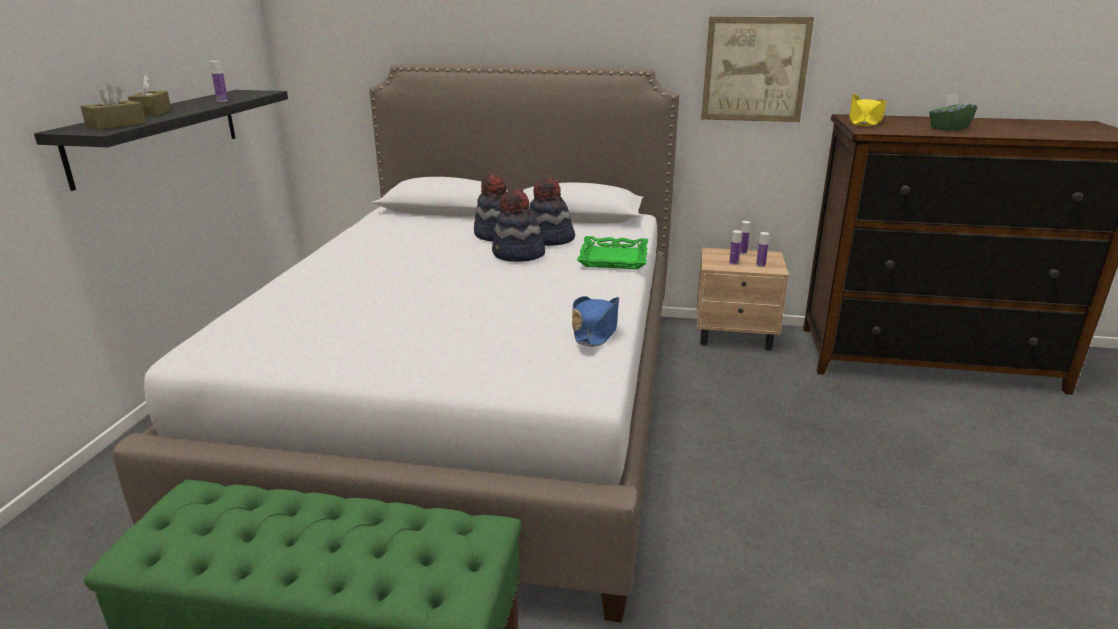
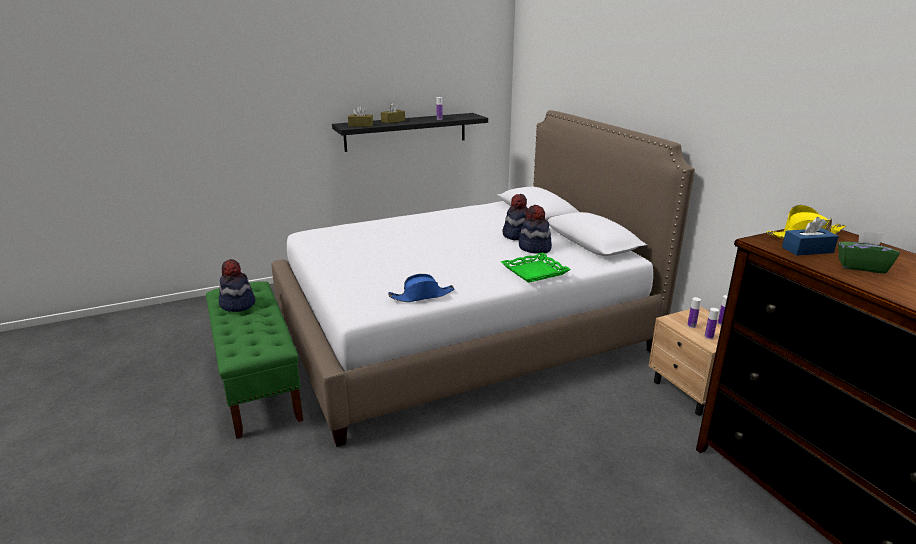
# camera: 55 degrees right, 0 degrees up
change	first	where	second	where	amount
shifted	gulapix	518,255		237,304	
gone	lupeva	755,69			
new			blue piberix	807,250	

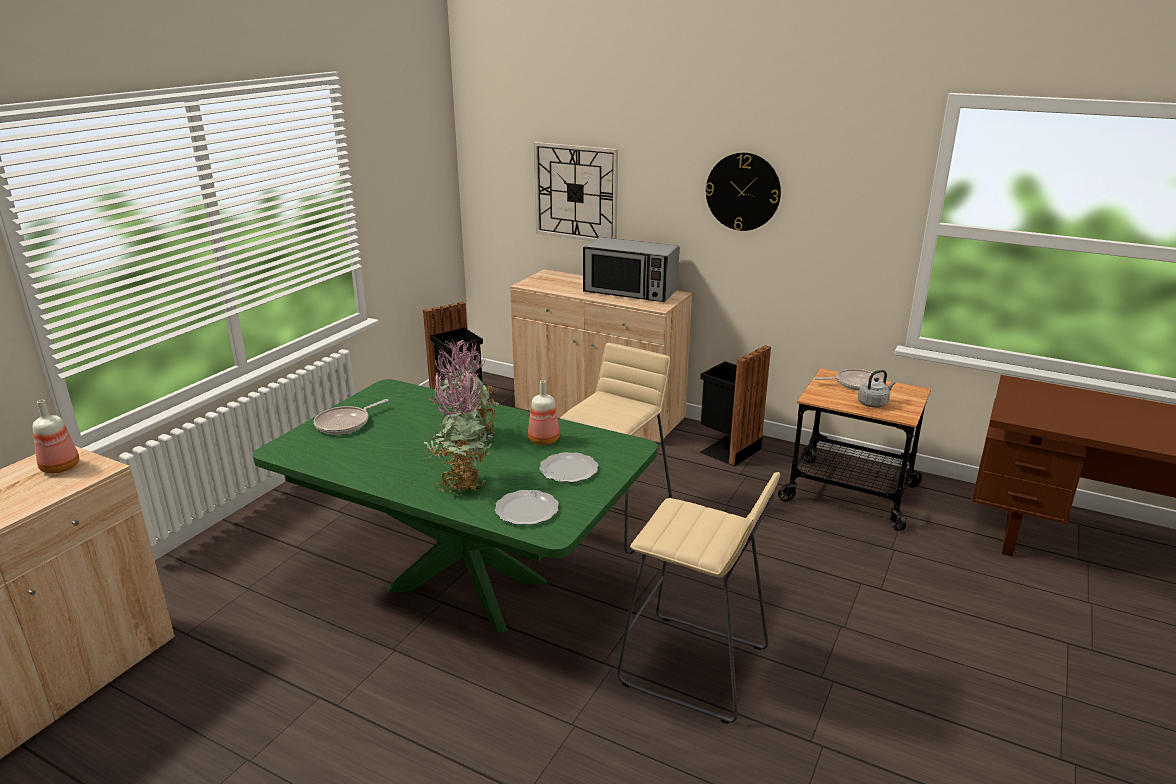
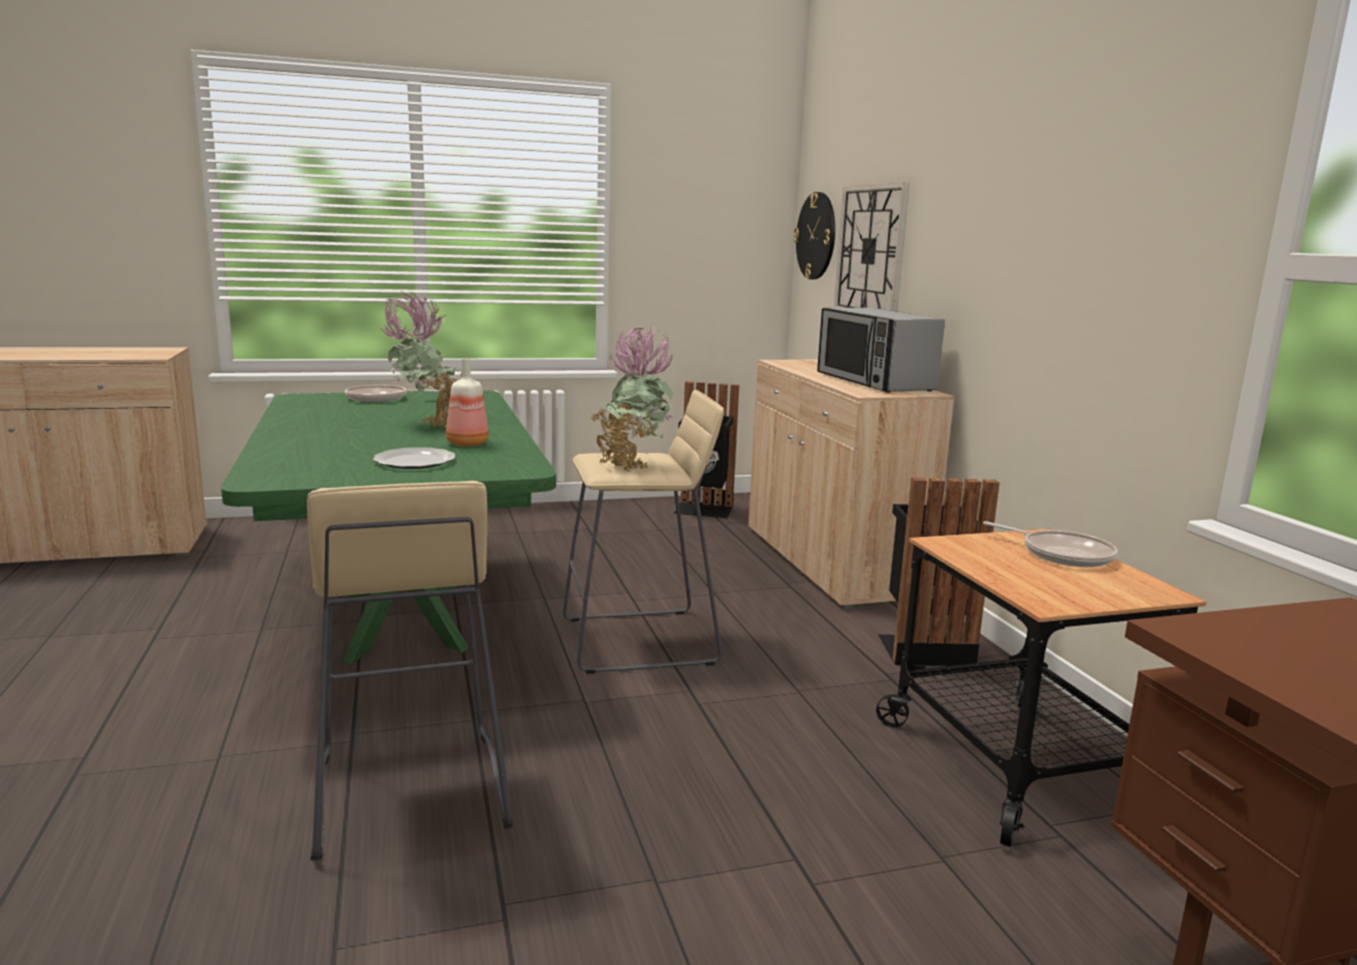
# camera: 45 degrees right, 10 degrees down
change	first	where	second	where	amount
gone	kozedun	59,468			
shifted	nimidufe	462,483		631,465	
gone	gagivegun	527,510			
shifted	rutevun	743,191		816,236	
gone	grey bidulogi	874,403			

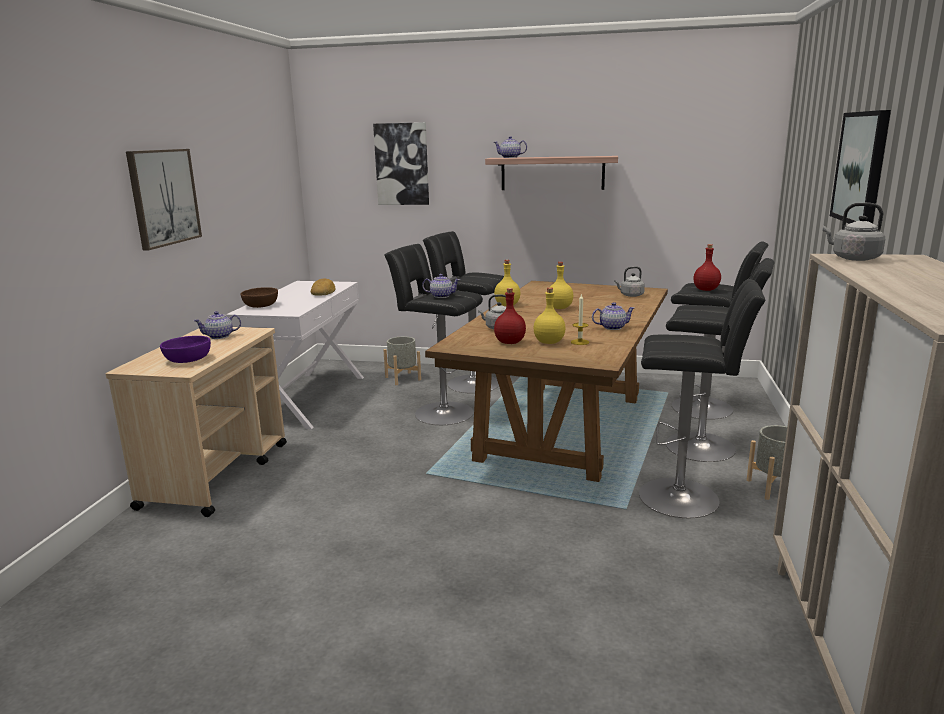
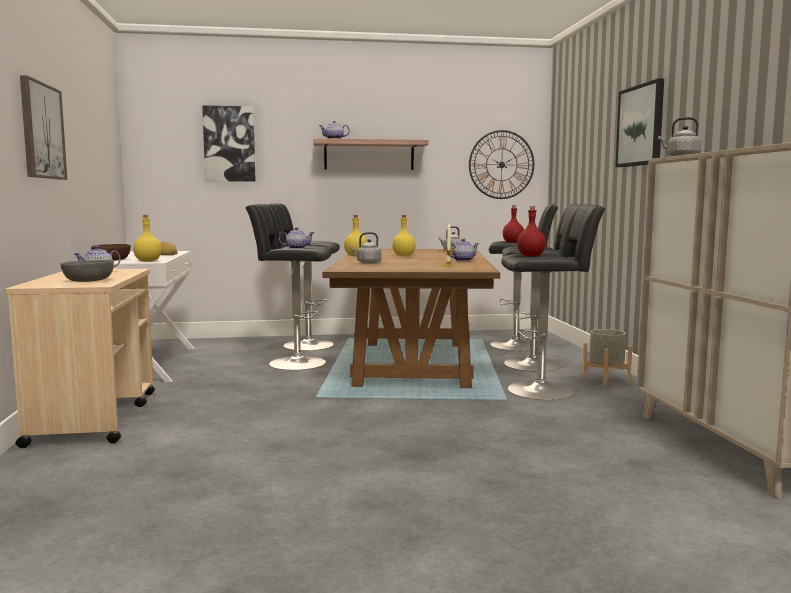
# camera: 20 degrees left, 10 degrees down
change	first	where	second	where	amount
repainted	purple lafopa	187,359	grey lafopa	88,281	
gone	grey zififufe	403,378			
shifted	red kozedun	509,342		530,256	
shifted	yellow kozedun	549,342		148,261	
new			rutevun	501,164	

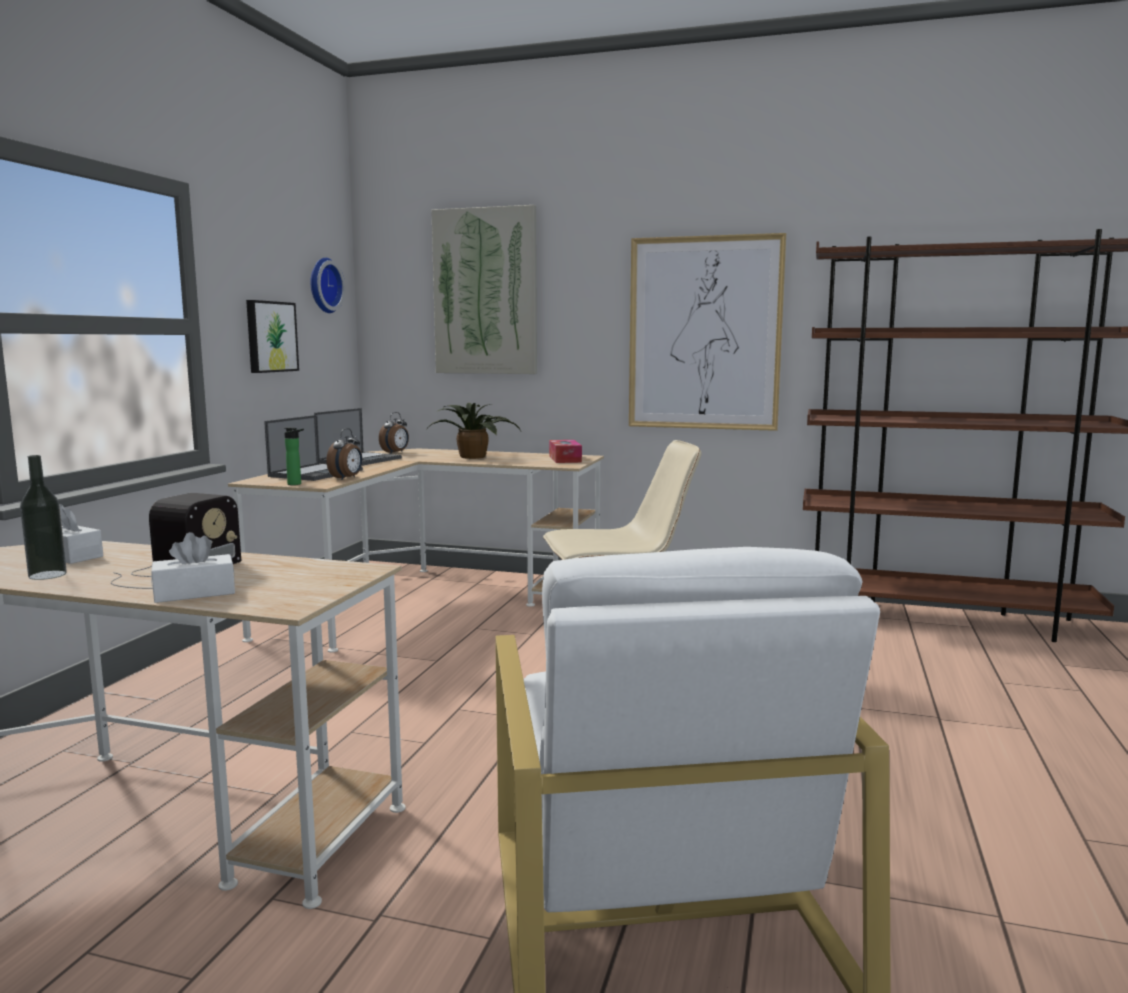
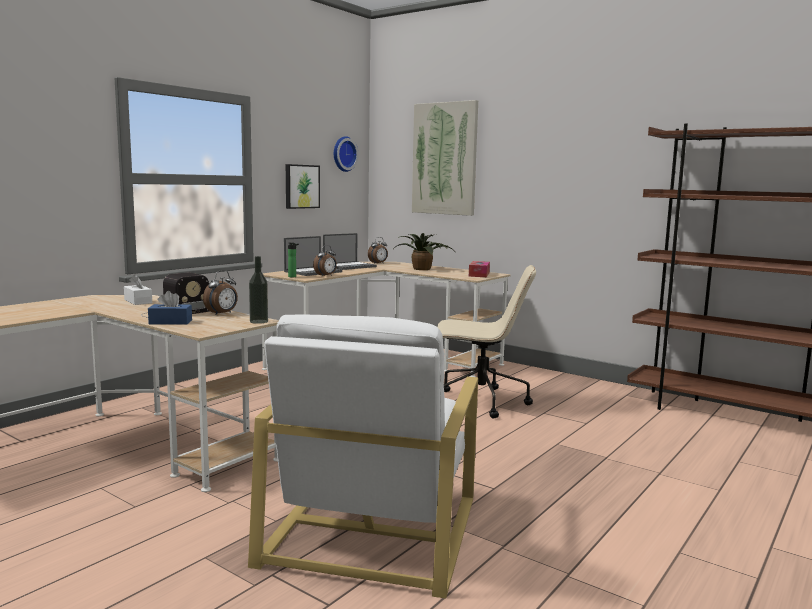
# camera: 20 degrees right, 0 degrees up
change	first	where	second	where	amount
shifted	kozedun	47,575		259,321	
repainted	white piberix	194,593	blue piberix	170,322	
gone	lupeva	704,334			
new			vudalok	222,313	

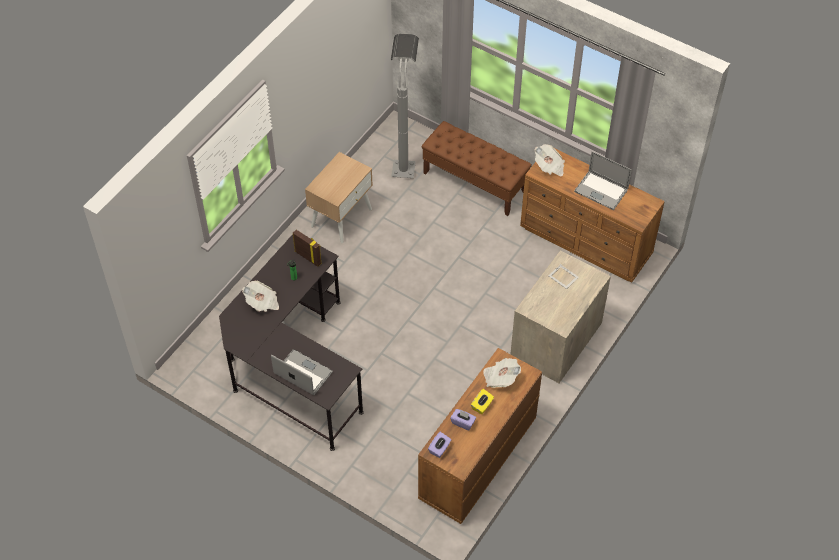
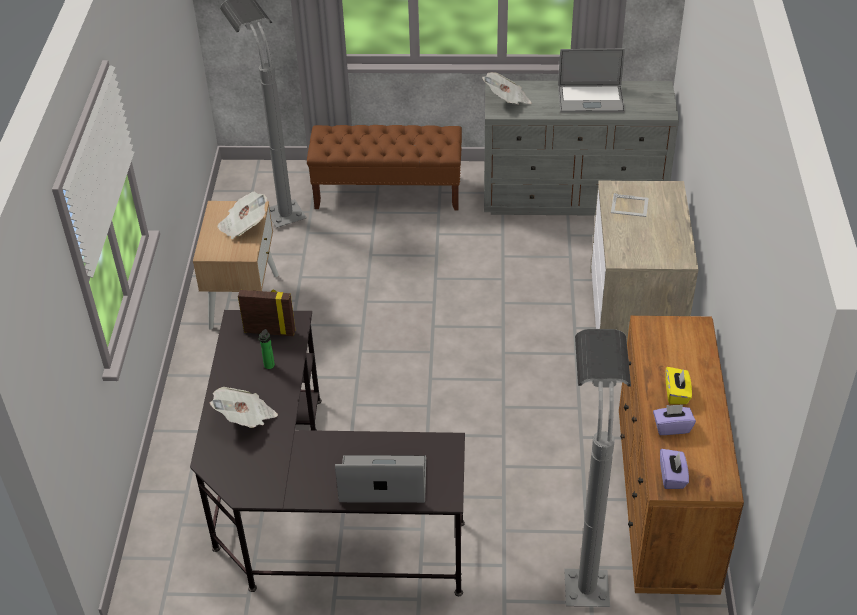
# camera: 30 degrees left, 10 degrees down
change	first	where	second	where	amount
shifted	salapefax	500,378		243,225	
repainted	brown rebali	586,241	grey rebali	574,196	
new			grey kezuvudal	583,564	

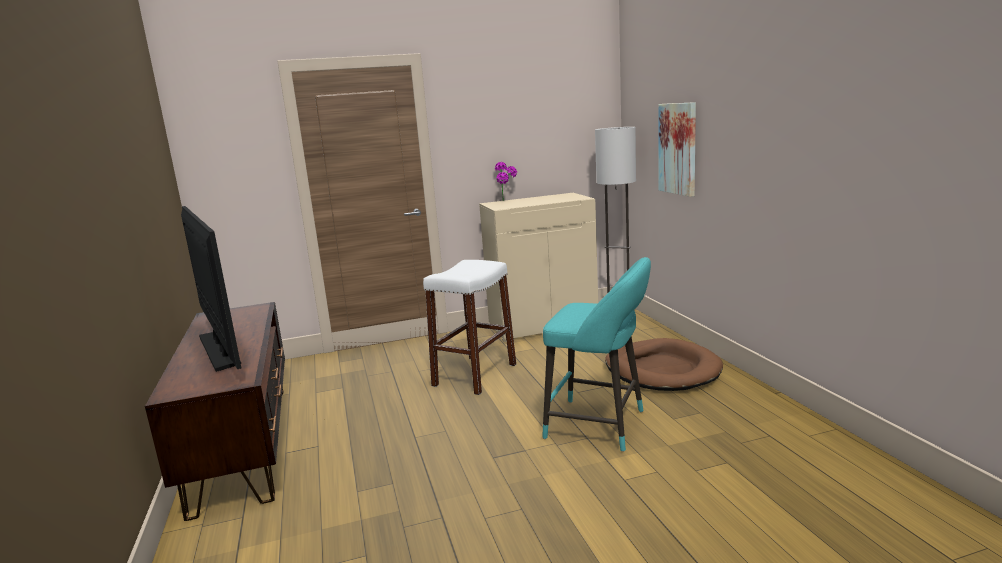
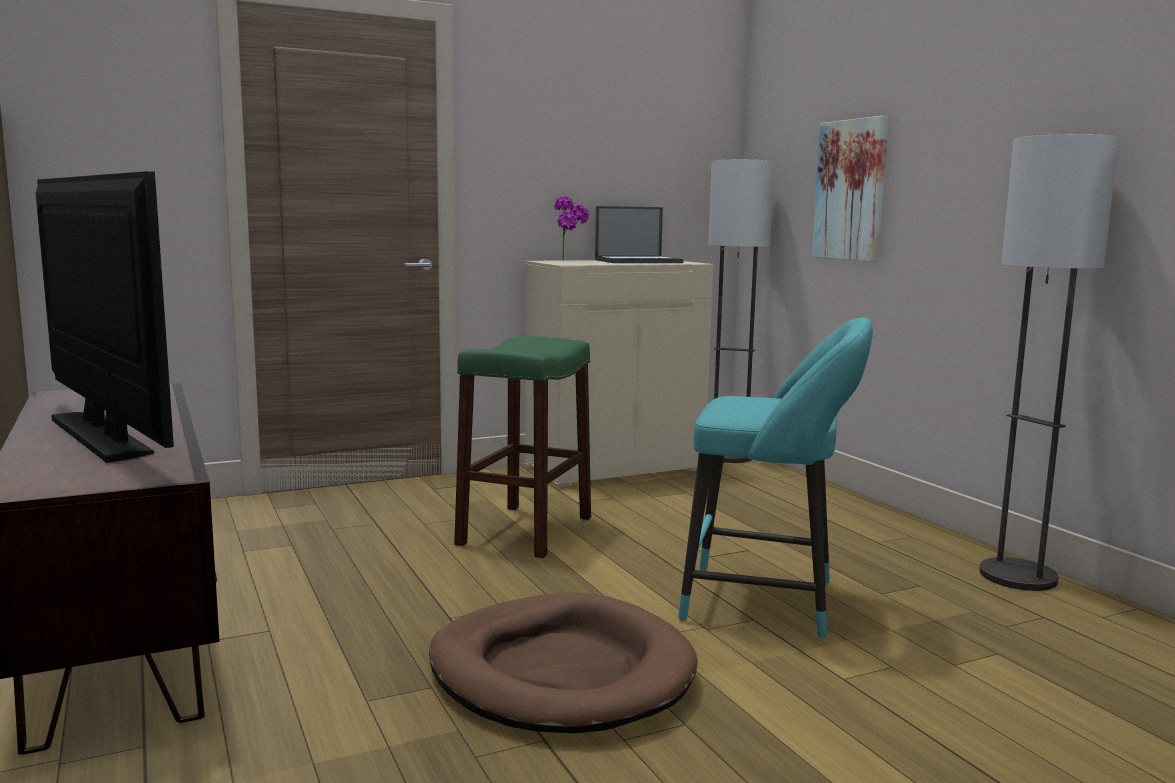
# camera: 10 degrees left, 5 degrees down
change	first	where	second	where	amount
repainted	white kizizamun	475,375	green kizizamun	526,530	
shifted	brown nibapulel	662,370		561,672	
new			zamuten	639,261	
new			kezuvudal	1018,577	

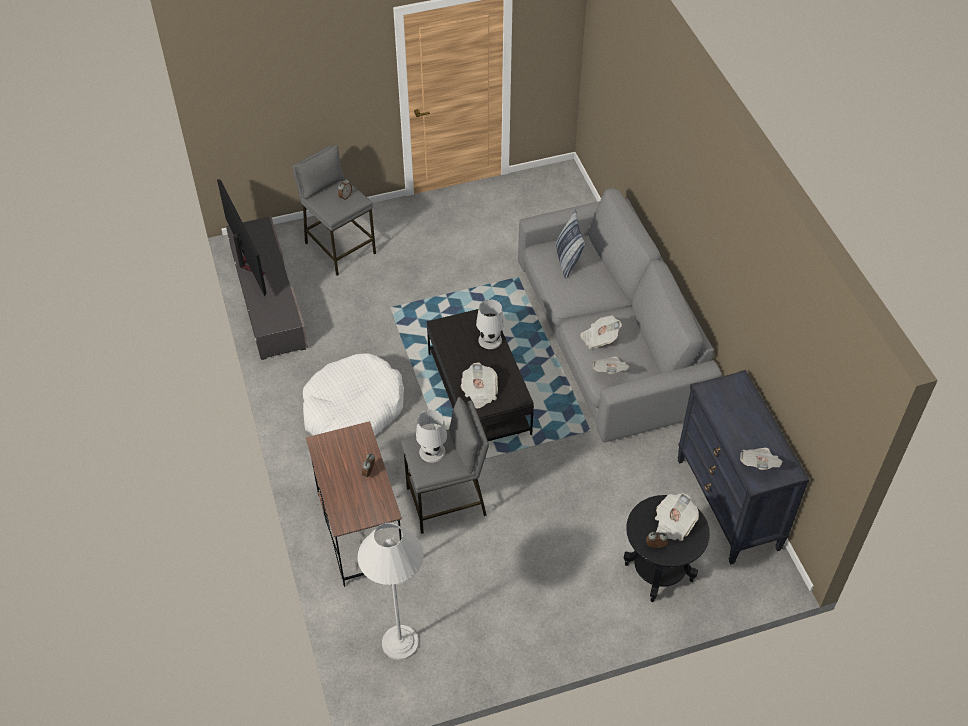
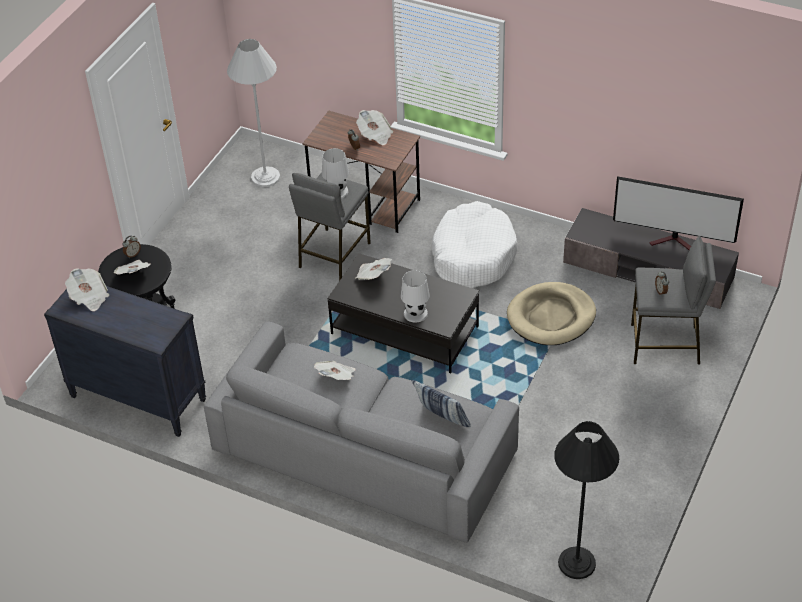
# camera: 135 degrees right, 5 degrees down
change	first	where	second	where	amount
shifted	salapefax	609,371		375,135	
new			beige nibapulel	551,317	
new			black kezuvudal	577,563	

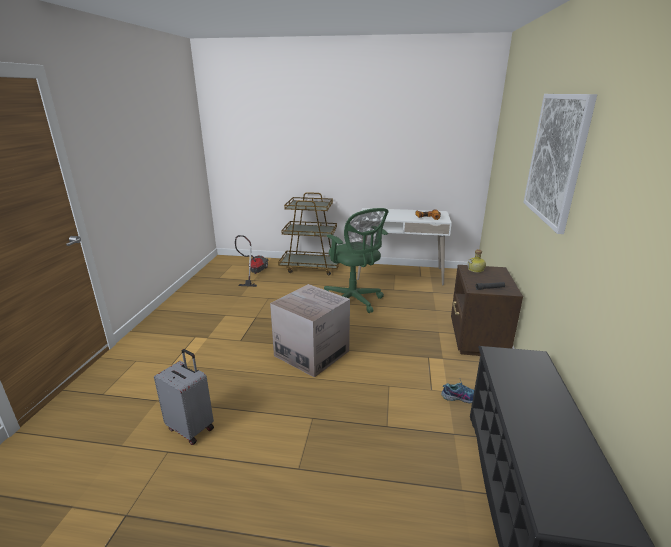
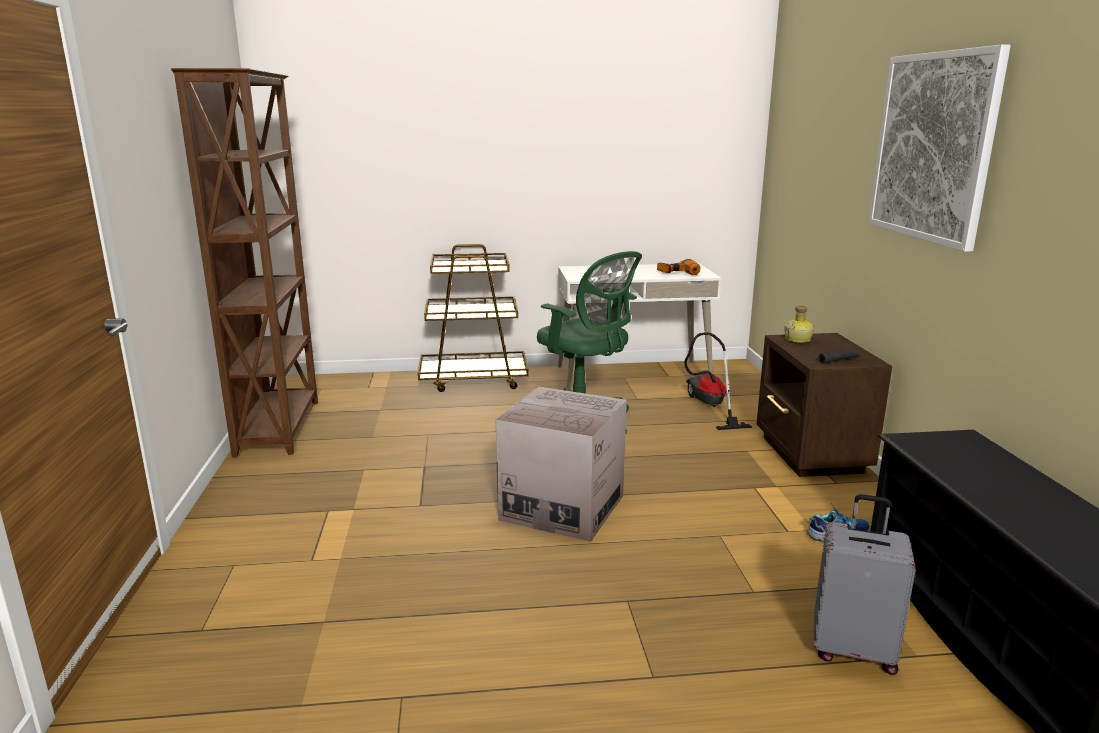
# camera: 15 degrees left, 5 degrees down
change	first	where	second	where	amount
shifted	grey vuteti	191,428		853,650	
shifted	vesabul	254,273		709,406	
new			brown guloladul	280,427	

